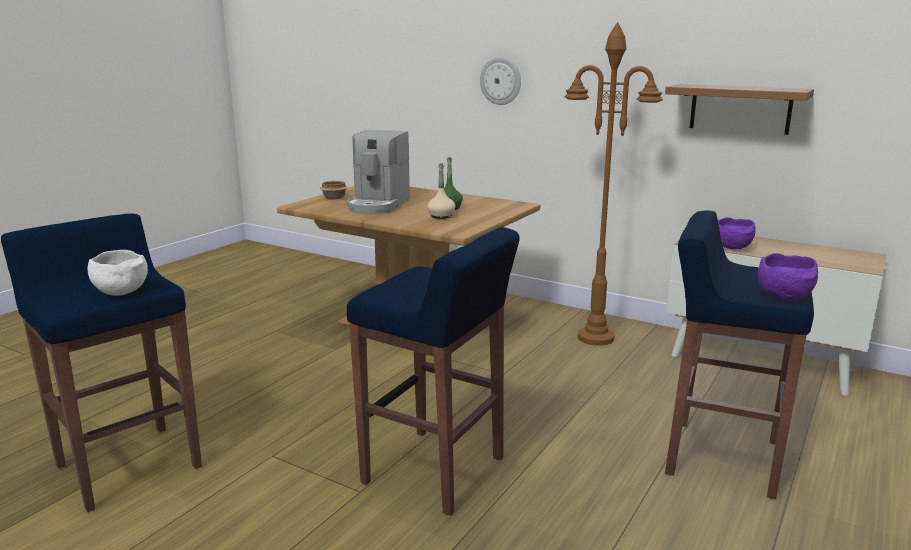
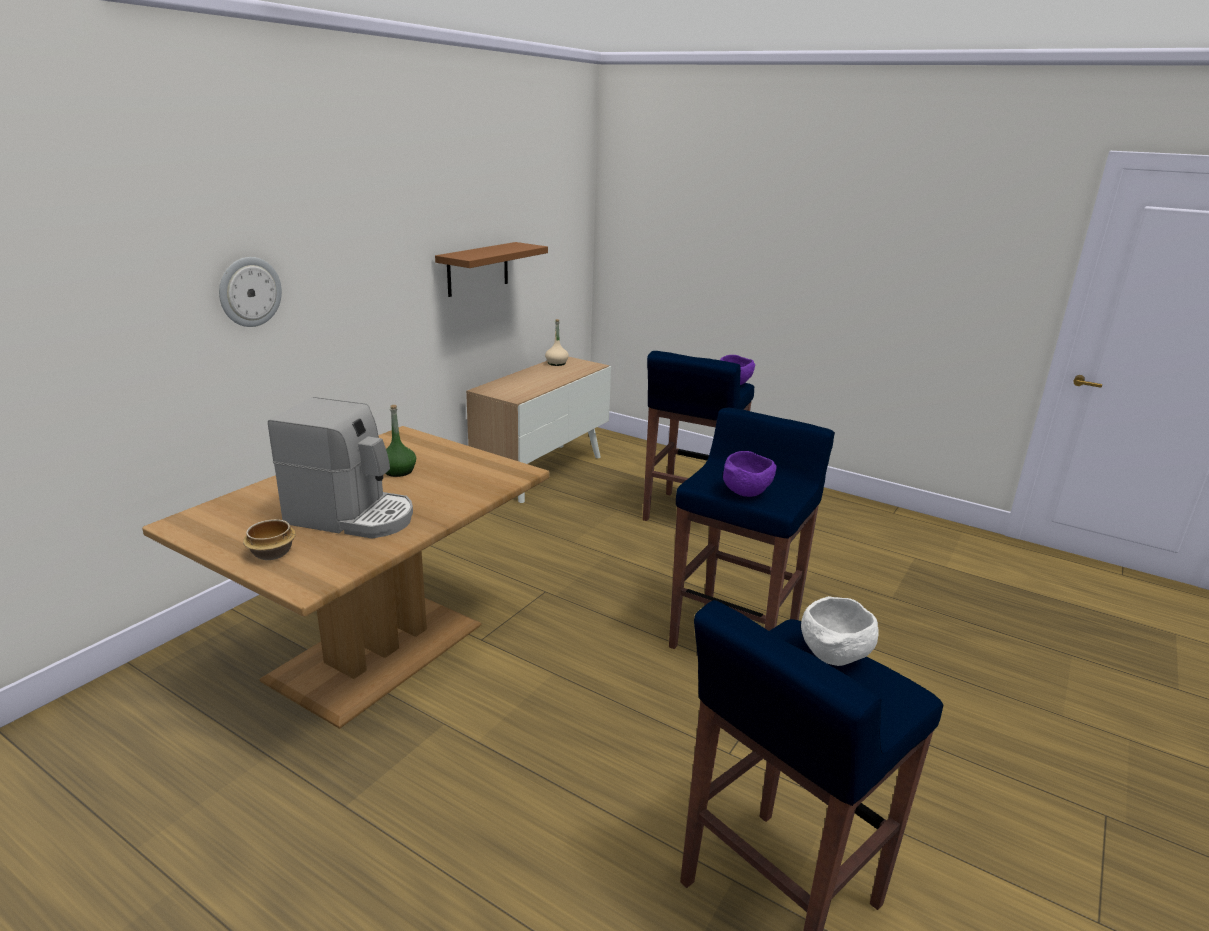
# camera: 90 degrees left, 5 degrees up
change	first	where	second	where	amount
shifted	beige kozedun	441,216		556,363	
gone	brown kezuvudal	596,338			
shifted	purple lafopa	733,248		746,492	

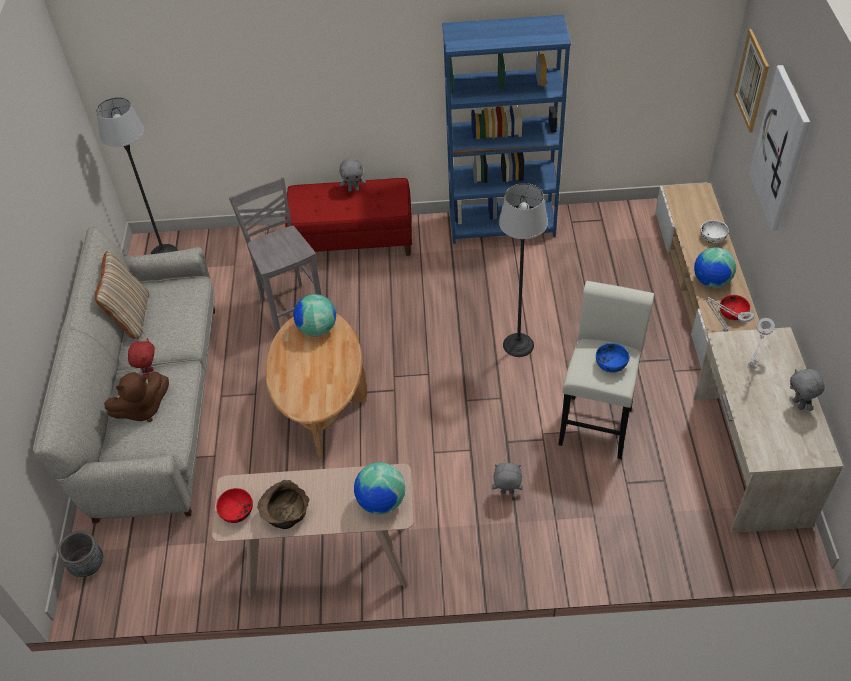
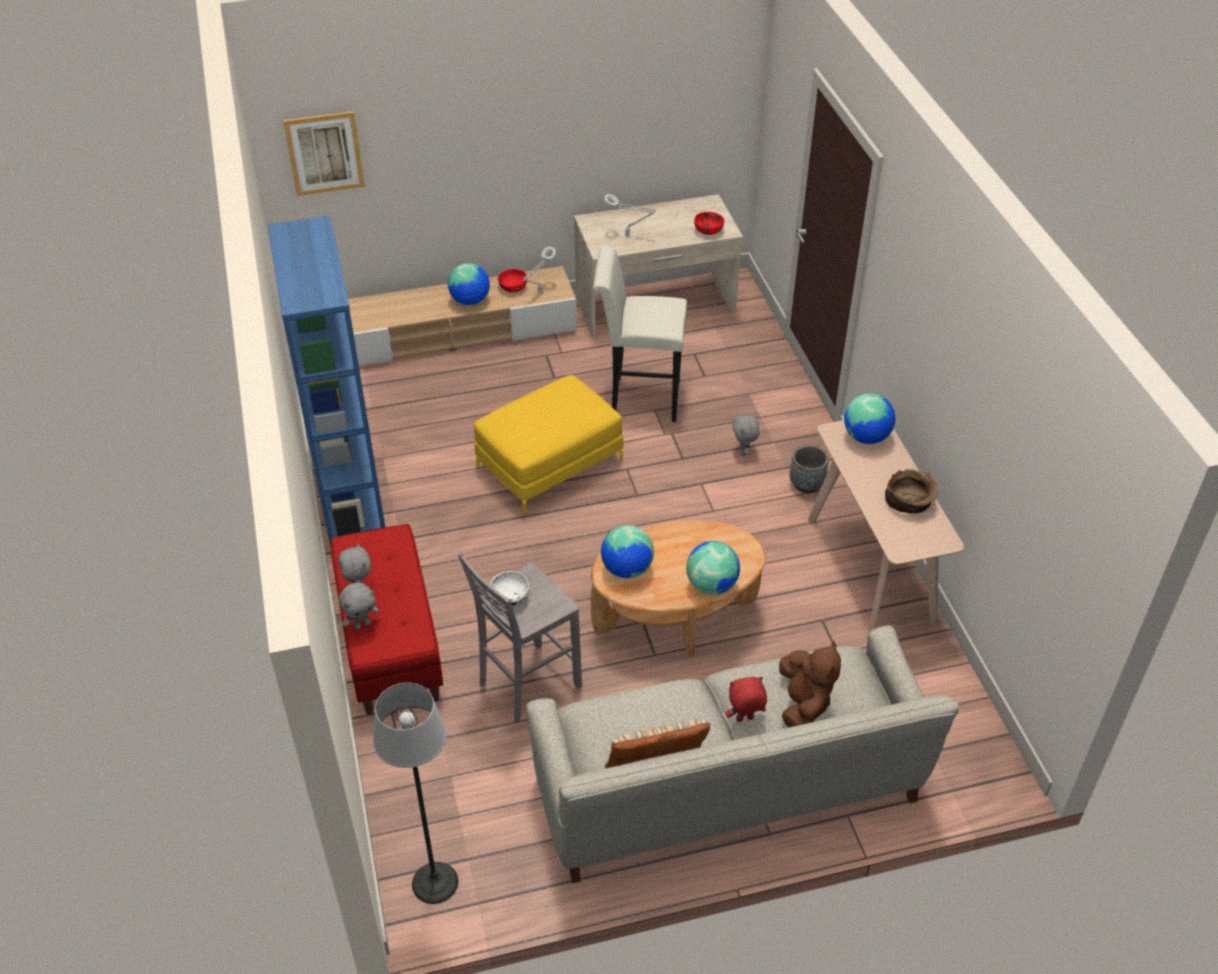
# camera: 105 degrees left, 5 degrees down
change	first	where	second	where	amount
shifted	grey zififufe	88,565		806,484	
rotated	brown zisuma	142,409		803,704	45 degrees clockwise
shifted	red lafopa	237,512		709,230	
swapped	kezuvudal	518,345	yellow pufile	549,463	
gone	blue lafopa	611,364			
shifted	white lafopa	712,237		509,597	
gone	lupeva	780,149			
shifted	grey zisuma	799,404		362,624	
new			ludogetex	711,585	

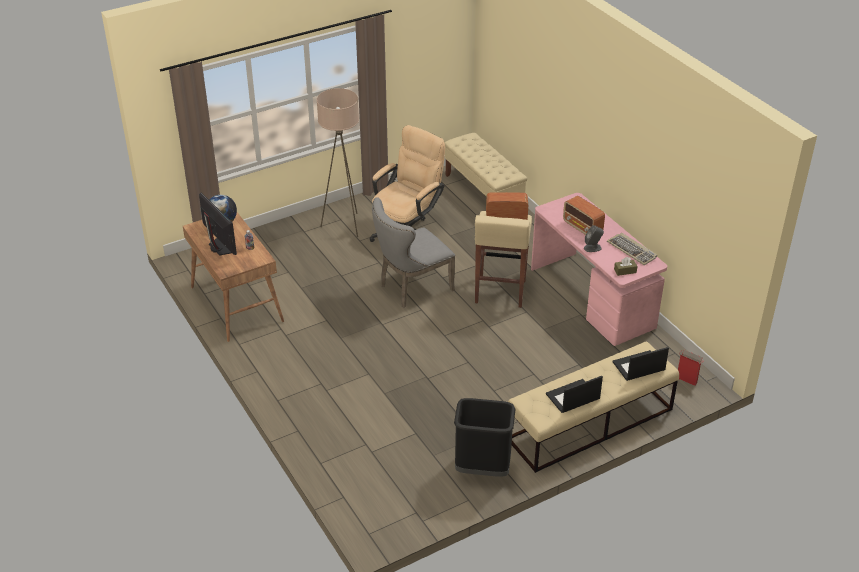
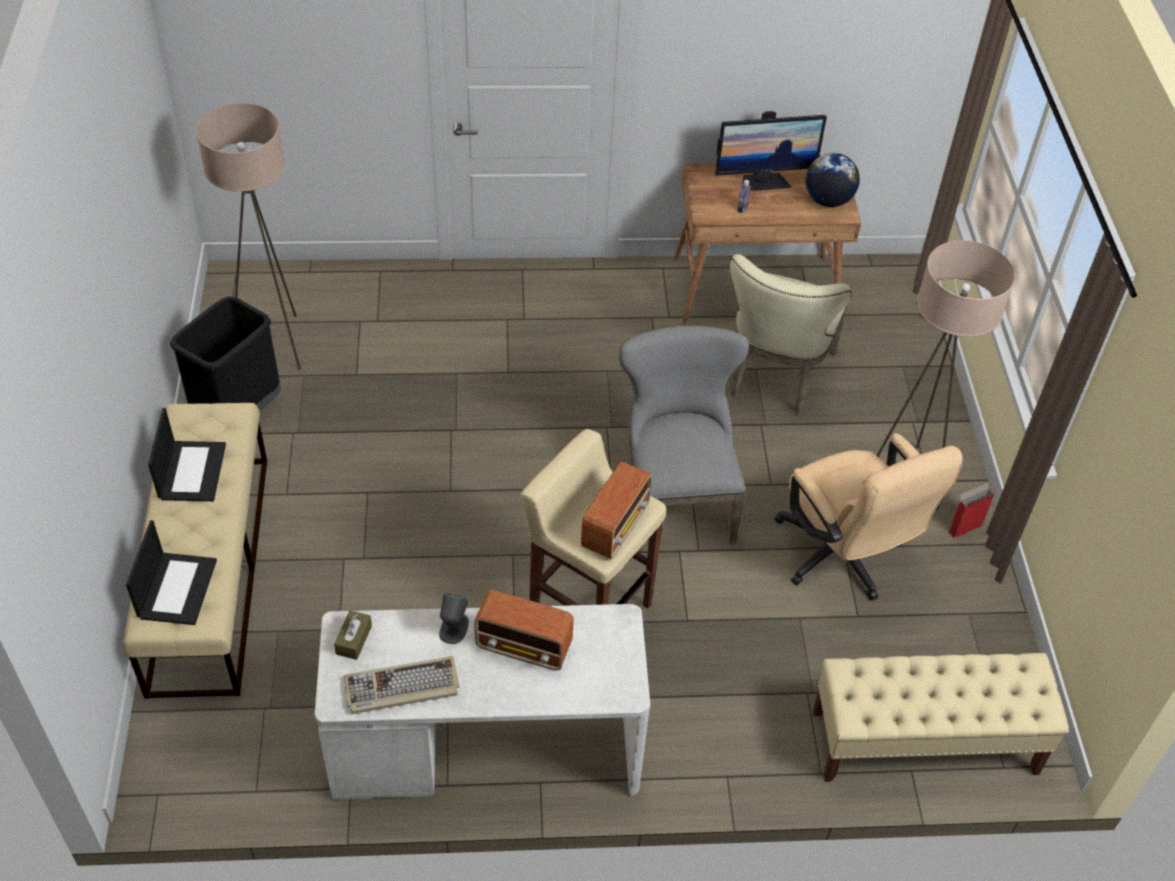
# camera: 115 degrees right, 10 degrees up
change	first	where	second	where	amount
repainted	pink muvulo	592,297	white muvulo	486,748	
rotated	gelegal	582,227		525,647	150 degrees counterclockwise
shifted	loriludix	687,380		964,529	
new			beige kezuvudal	276,344	
new			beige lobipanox	777,377	

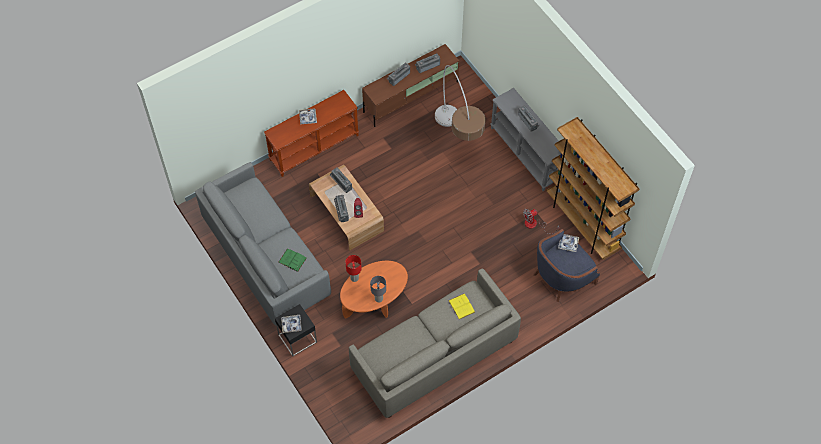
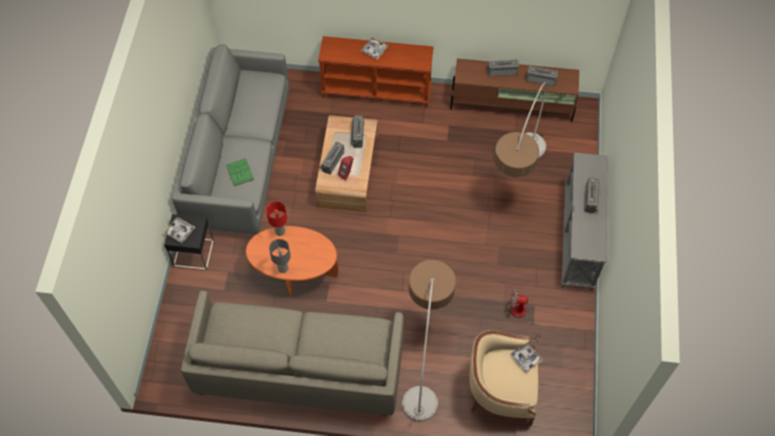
# camera: 40 degrees right, 0 degrees up
change	first	where	second	where	amount
gone	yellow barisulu	461,306			
repainted	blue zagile	562,276	beige zagile	501,389	
gone	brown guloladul	582,224			
new			kezuvudal	424,358	

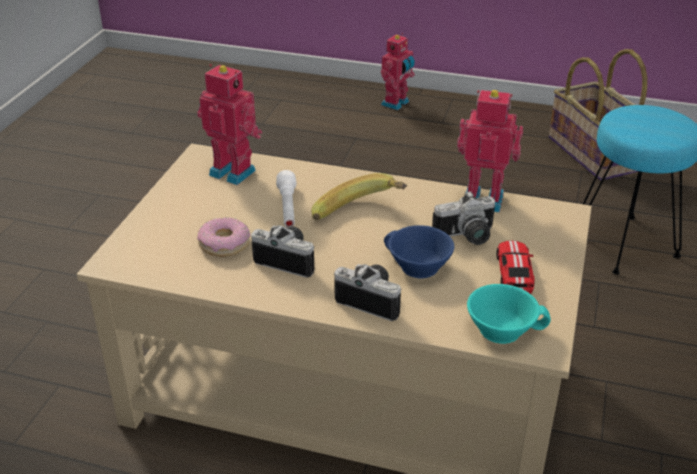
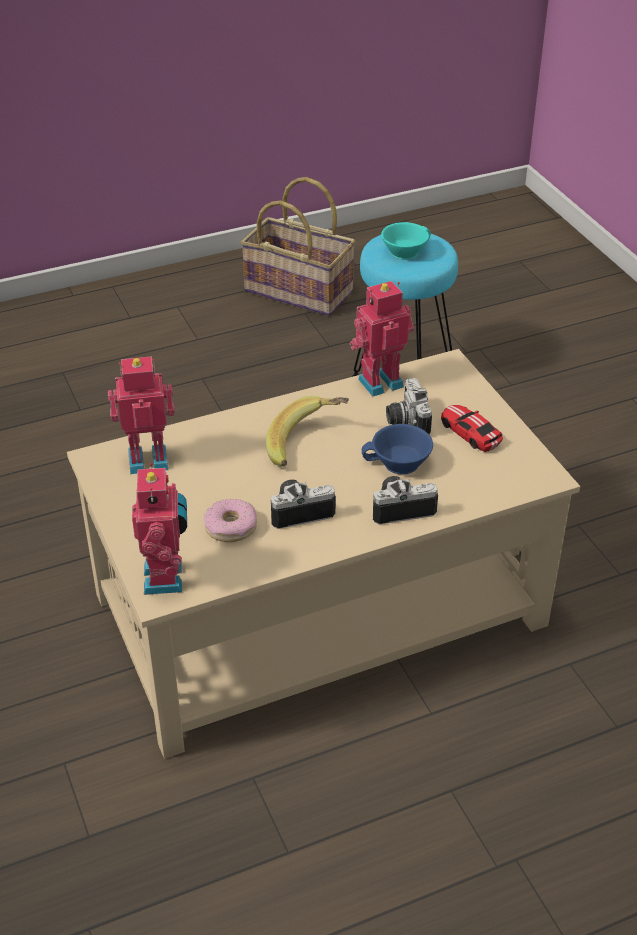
# camera: 40 degrees left, 5 degrees up
change	first	where	second	where	amount
gone	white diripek	288,208			
shifted	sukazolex	396,104		166,578	
rotated	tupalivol	467,237		405,420	135 degrees clockwise
shifted	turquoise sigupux	502,328		404,251	

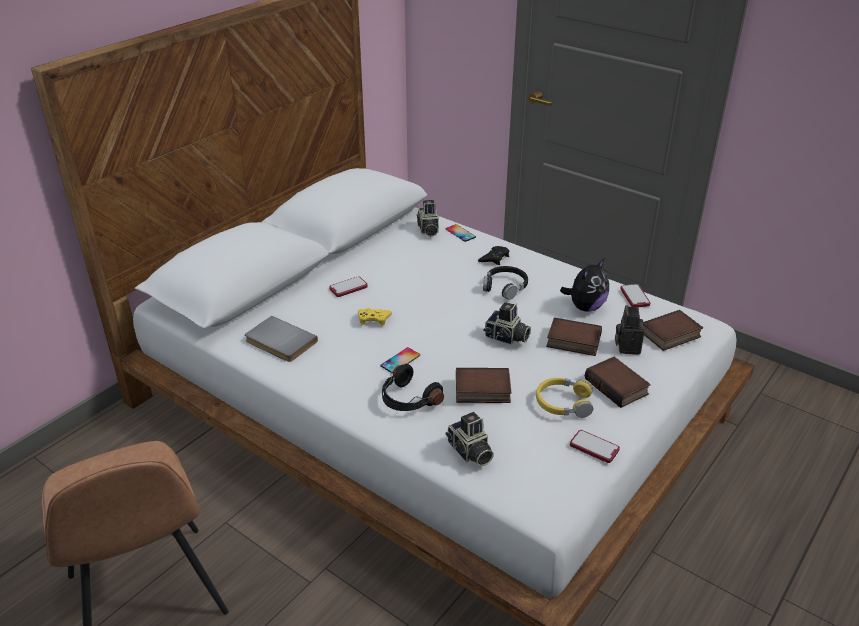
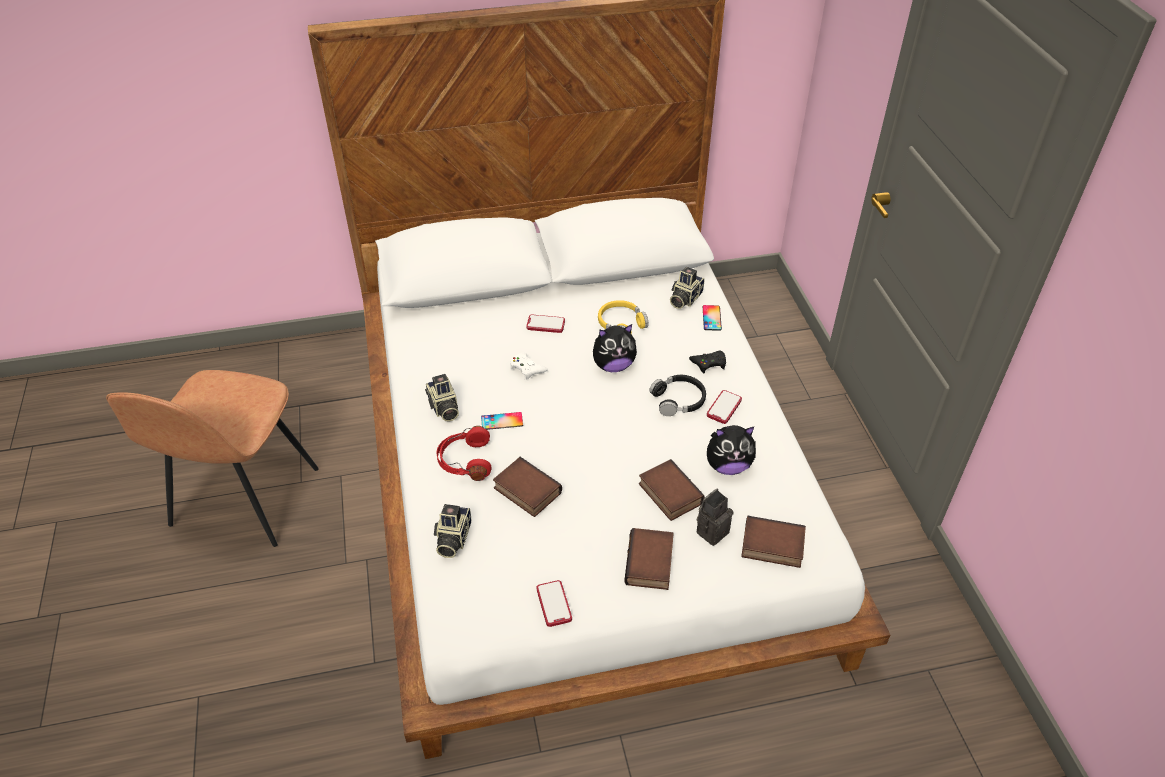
# camera: 40 degrees right, 10 degrees up
change	first	where	second	where	amount
gone	grey barisulu	279,342			
repainted	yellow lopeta	373,319	white lopeta	527,368	
repainted	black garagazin	408,400	red garagazin	465,461	
shifted	tupalivol	506,338		443,408	
shifted	yellow garagazin	563,403		621,324	
shifted	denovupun	634,297		724,408	
new			zisuma	613,365	

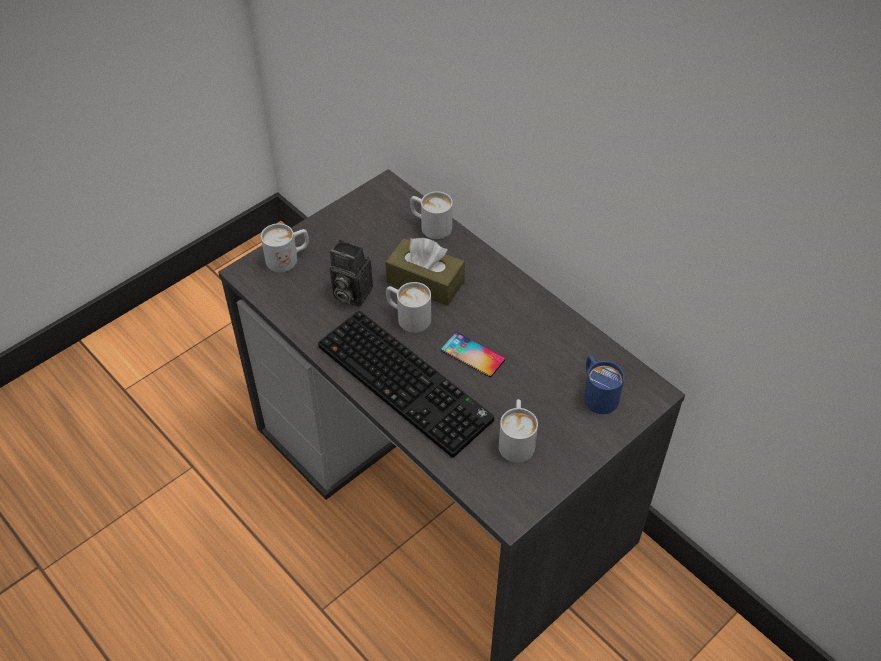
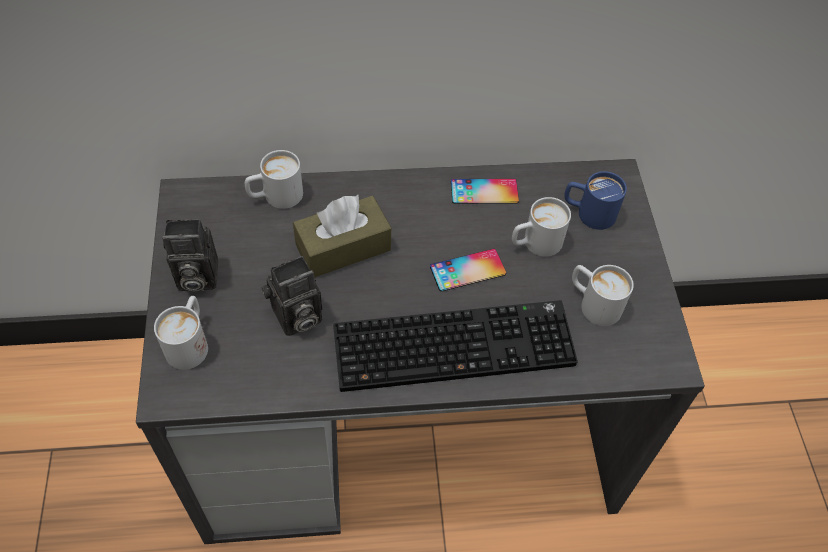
# camera: 55 degrees left, 5 degrees up
change	first	where	second	where	amount
shifted	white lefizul	408,317		535,243	
new			tupalivol	195,277	
new			denovupun	484,191	

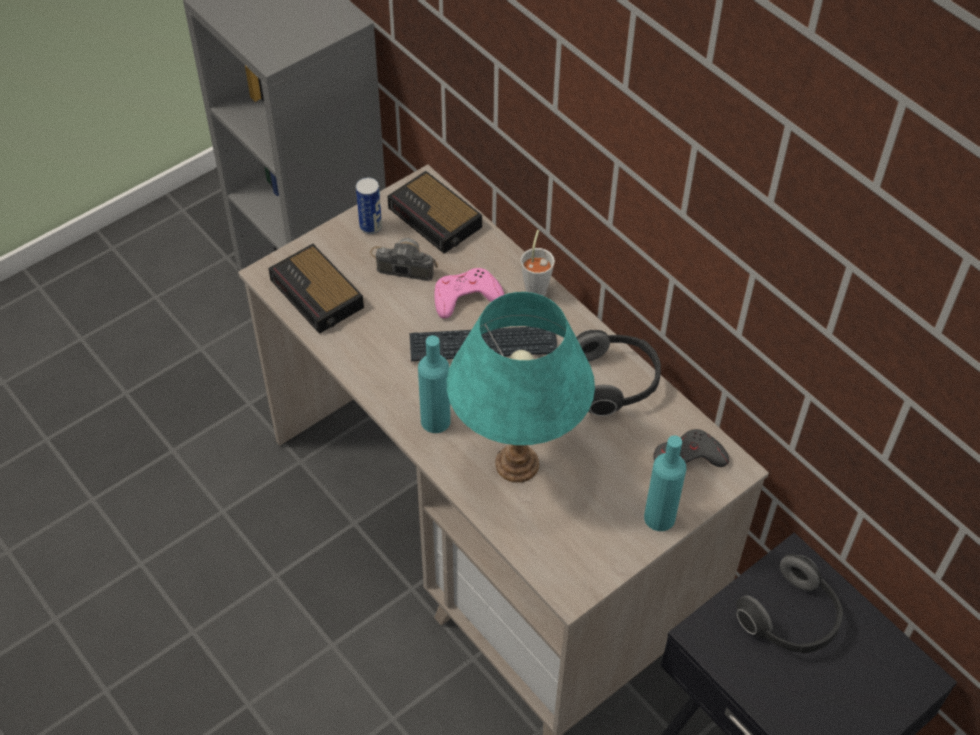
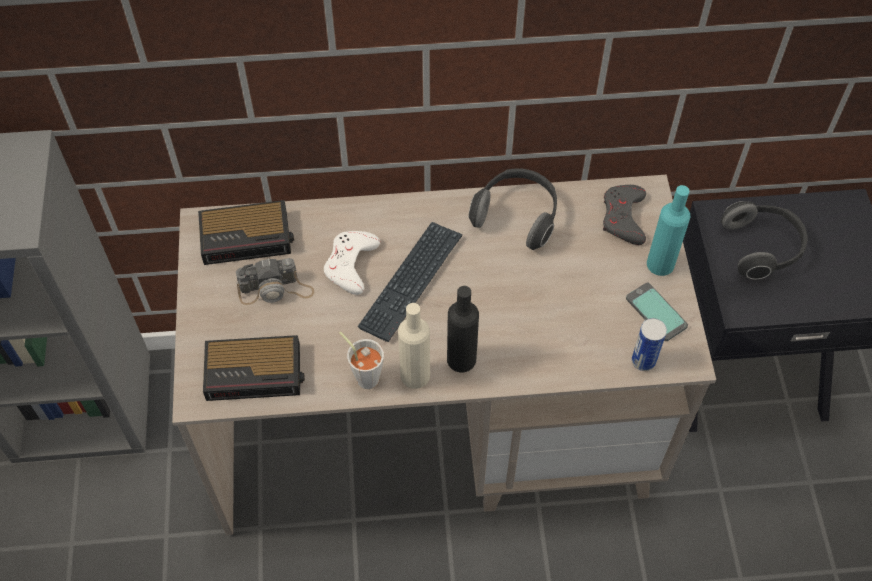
# camera: 55 degrees left, 5 degrees up
change	first	where	second	where	amount
shifted	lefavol	370,226		643,361	
rotated	tupalivol	402,263		275,289	150 degrees counterclockwise
repainted	turquoise kozedun	435,421	black kozedun	461,359	
repainted	pink lopeta	466,297	white lopeta	351,264	
gone	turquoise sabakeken	516,464			
shifted	grey sigupux	537,287		364,375	
new			beige kozedun	415,375	
new			denovupun	656,312	

